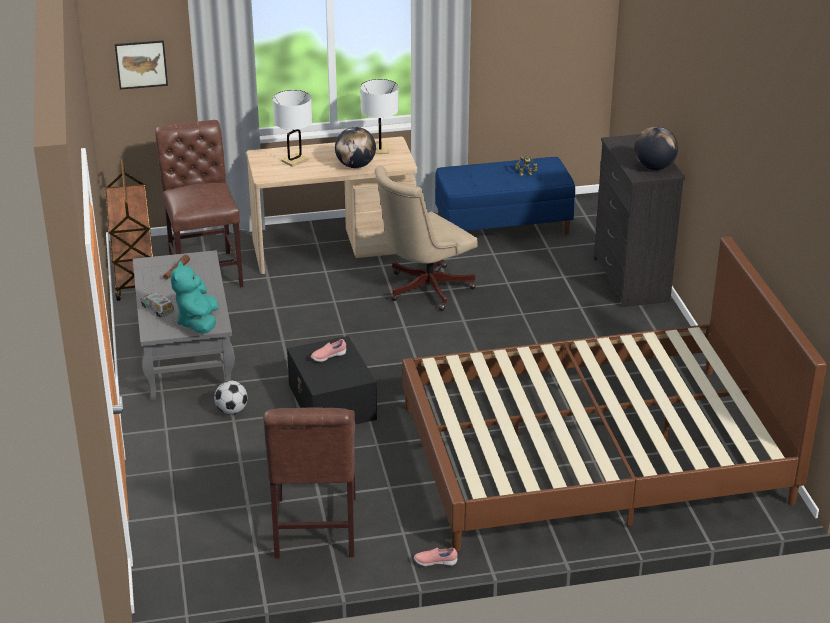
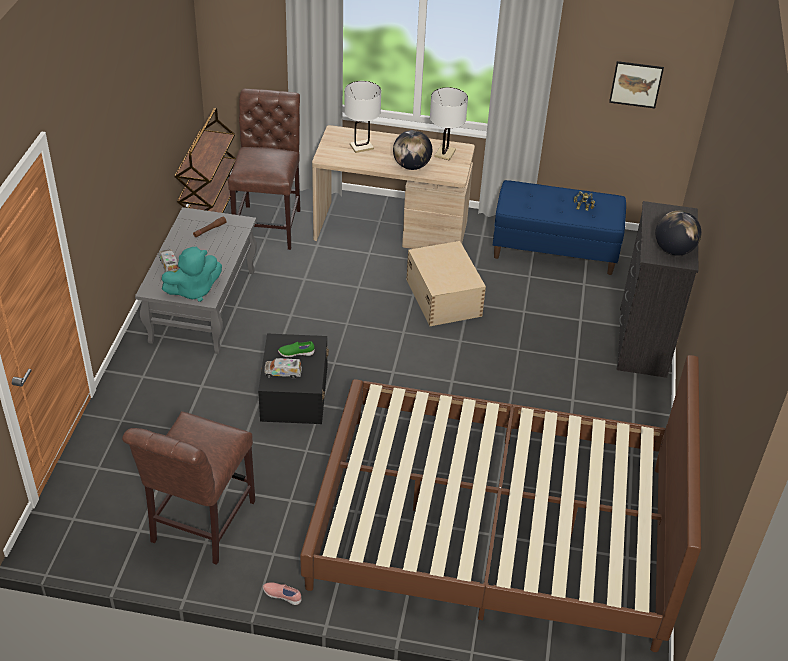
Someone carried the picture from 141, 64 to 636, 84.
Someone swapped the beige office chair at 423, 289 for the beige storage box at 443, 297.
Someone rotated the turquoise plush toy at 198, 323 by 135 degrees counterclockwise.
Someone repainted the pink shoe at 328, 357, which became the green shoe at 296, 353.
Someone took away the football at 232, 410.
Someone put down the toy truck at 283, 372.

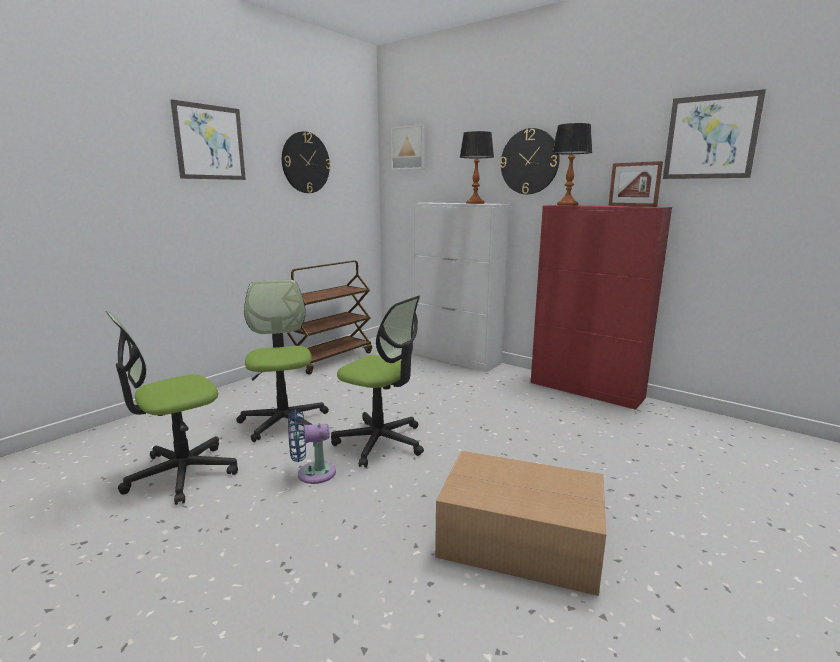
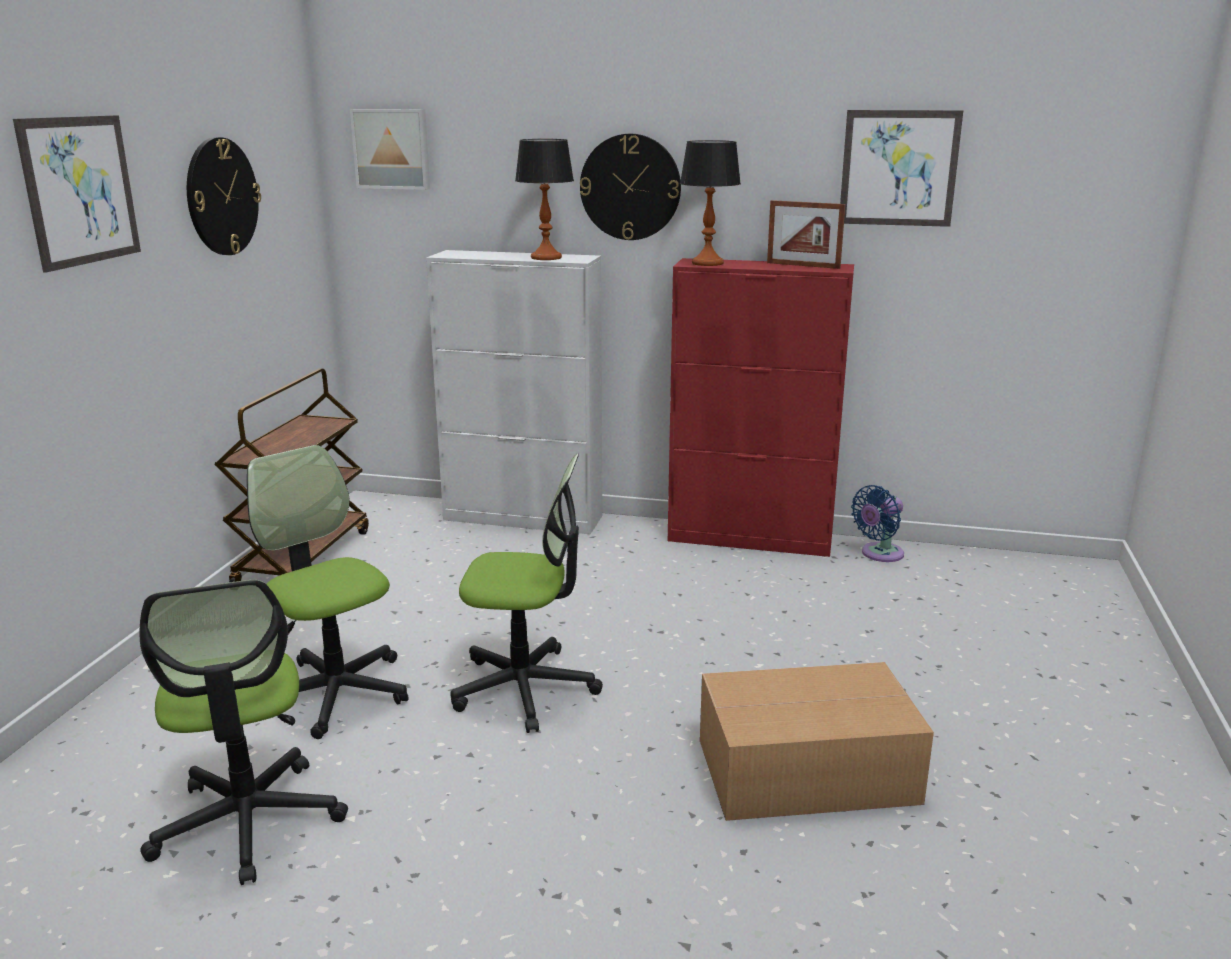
Someone rotated the office chair at 181, 474 by 45 degrees counterclockwise.
Someone carried the blue fan from 312, 473 to 879, 554.

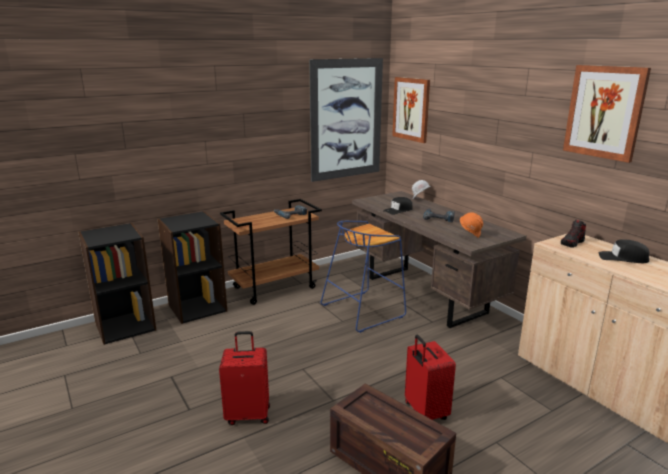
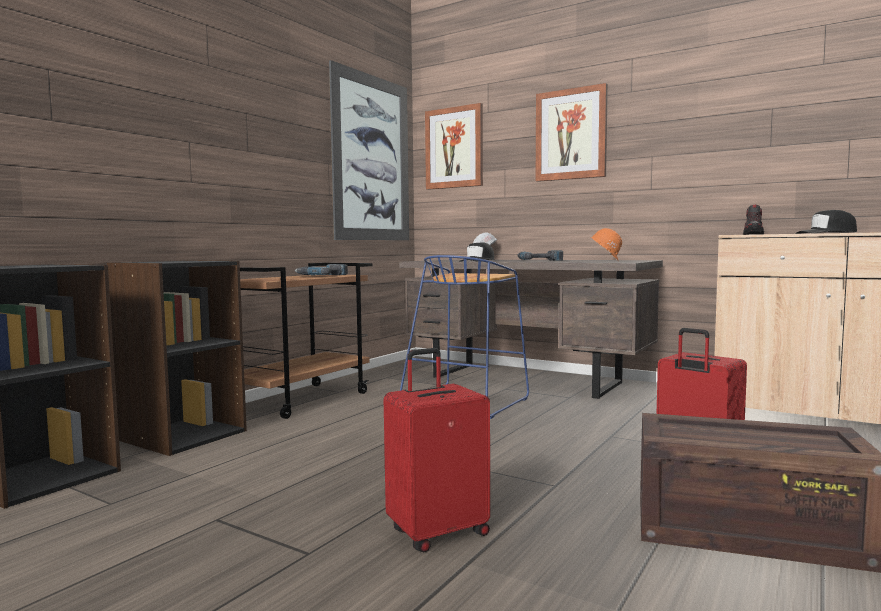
Someone carried the picture from 604, 112 to 571, 134.

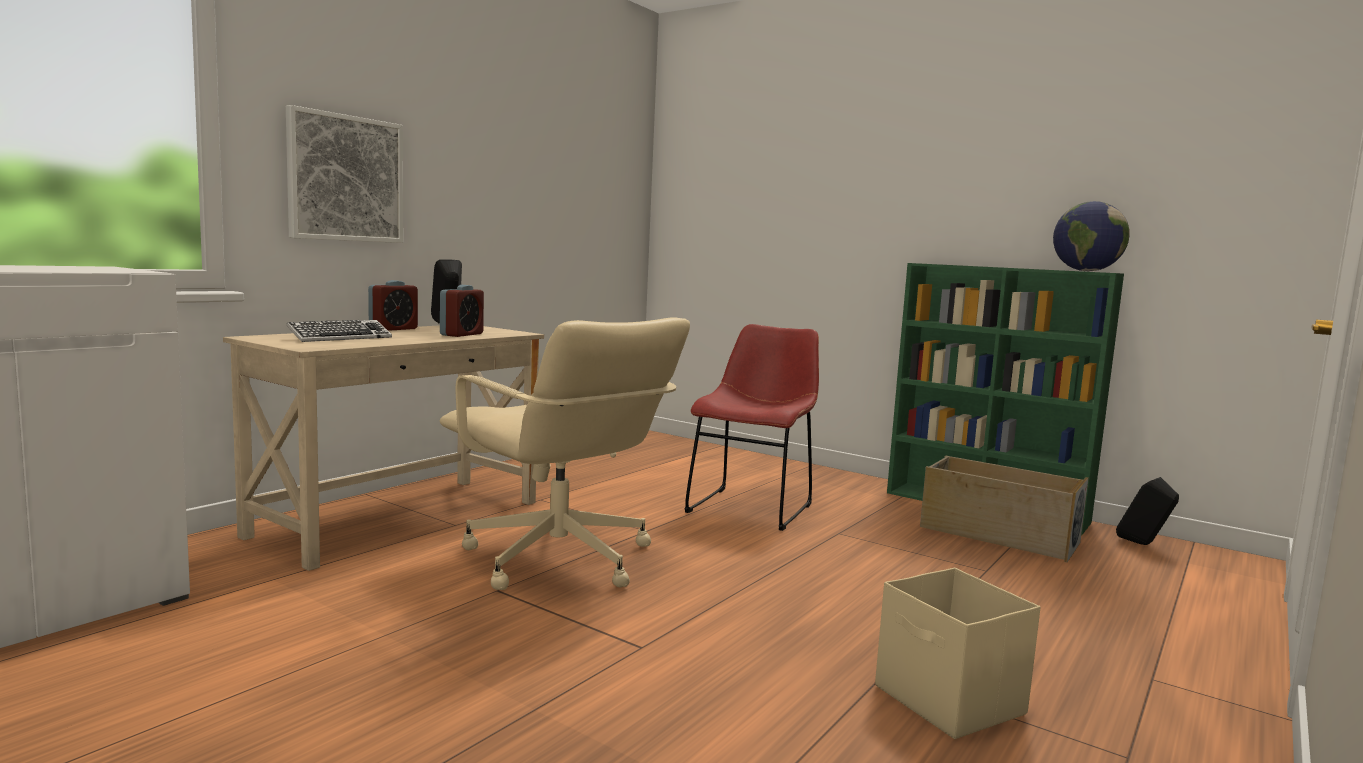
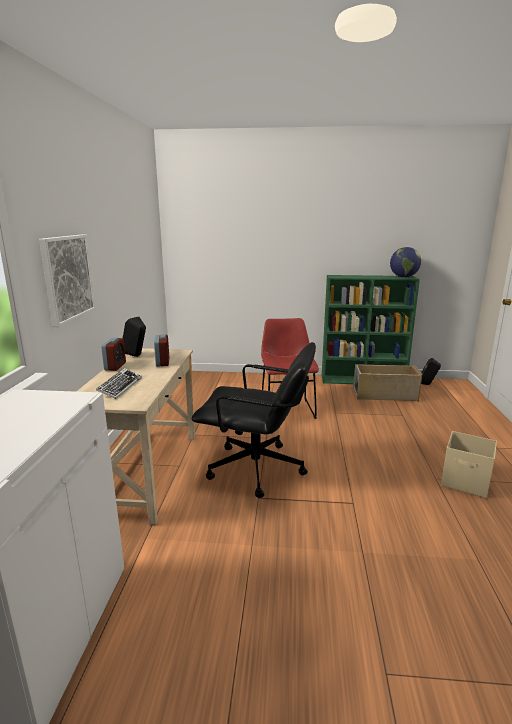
Someone repainted the beige office chair at 558, 560, which became the black office chair at 257, 469.

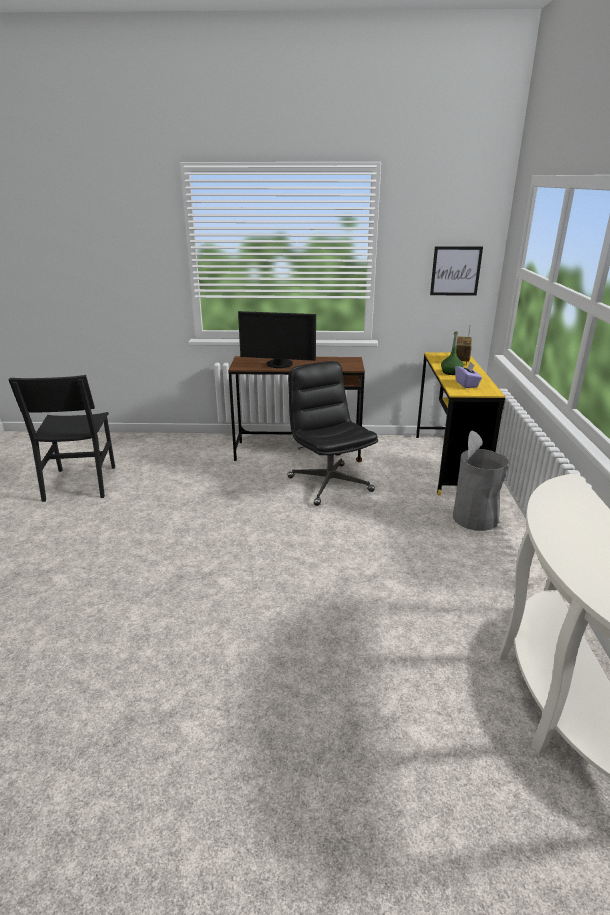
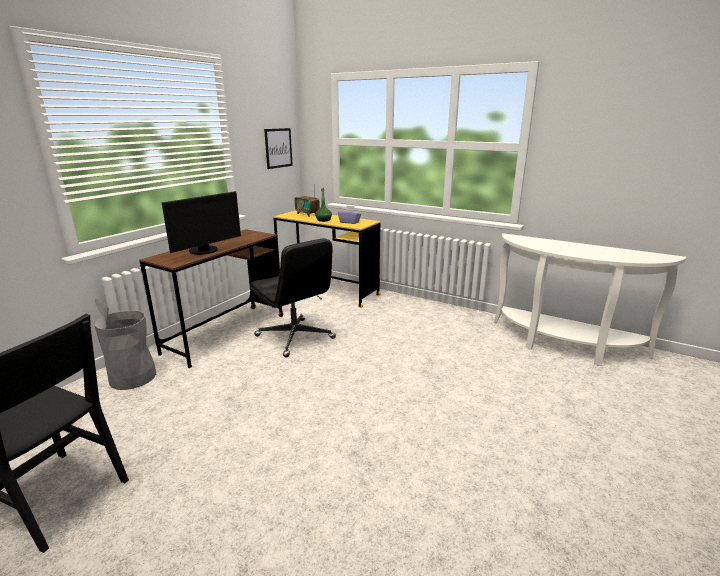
Someone rotated the black office chair at 329, 484 by 135 degrees counterclockwise.
Someone carried the grey trash can from 475, 518 to 133, 377.

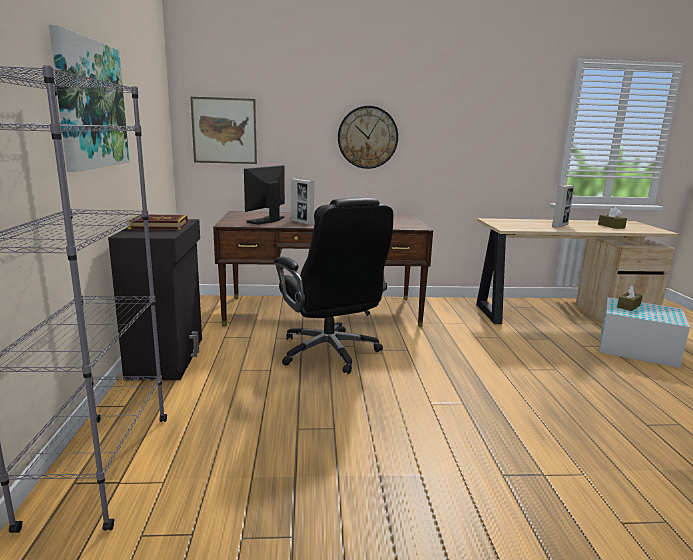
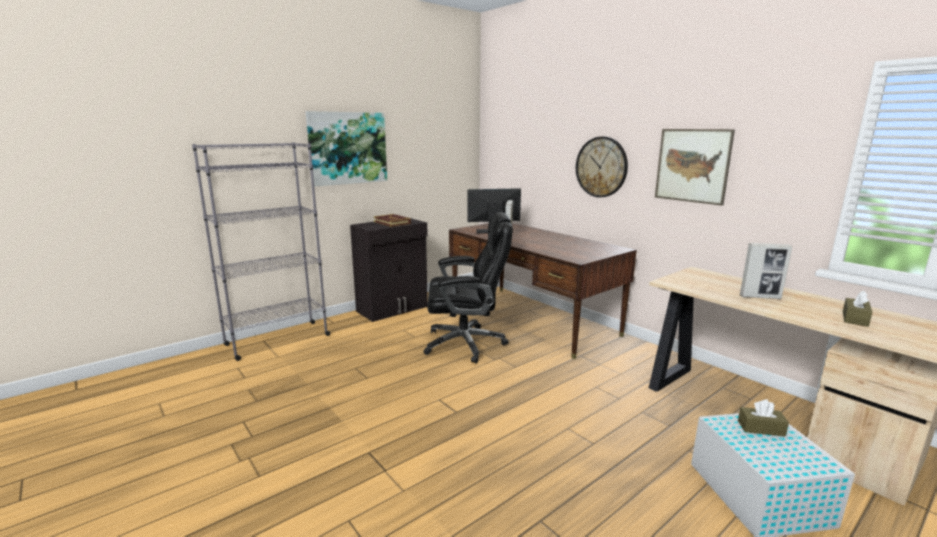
Someone carried the picture from 224, 131 to 692, 165.
Someone rotated the black office chair at 330, 352 by 120 degrees counterclockwise.

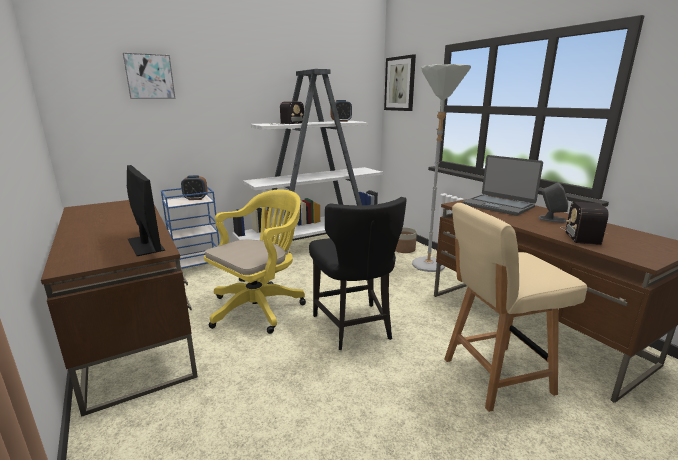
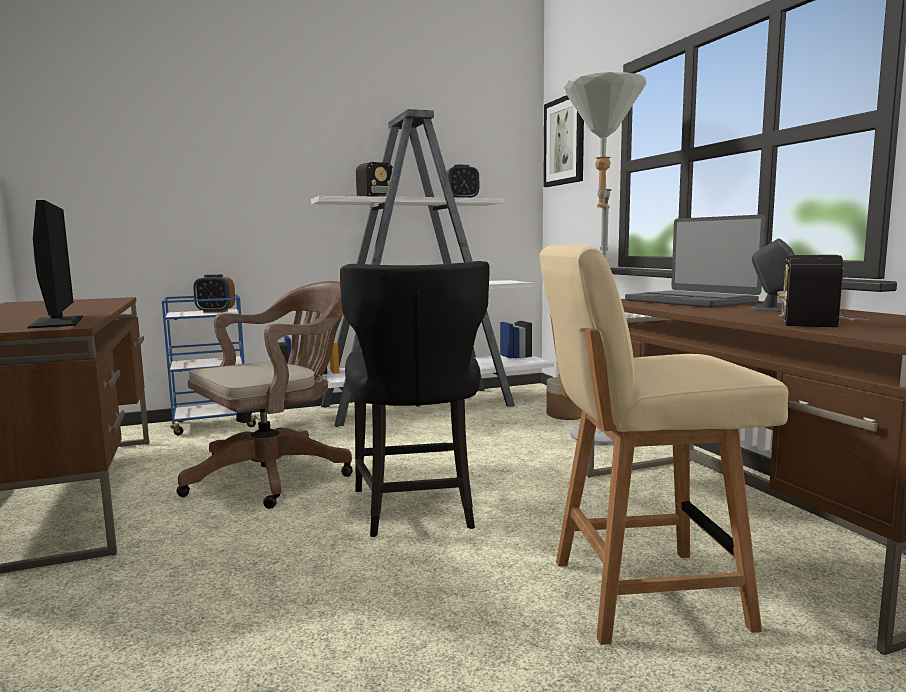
Someone took away the picture at 149, 76.
Someone repainted the yellow office chair at 260, 306, which became the brown office chair at 276, 475.

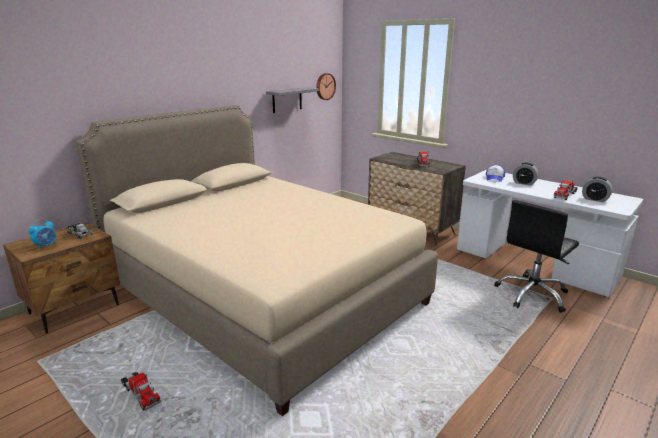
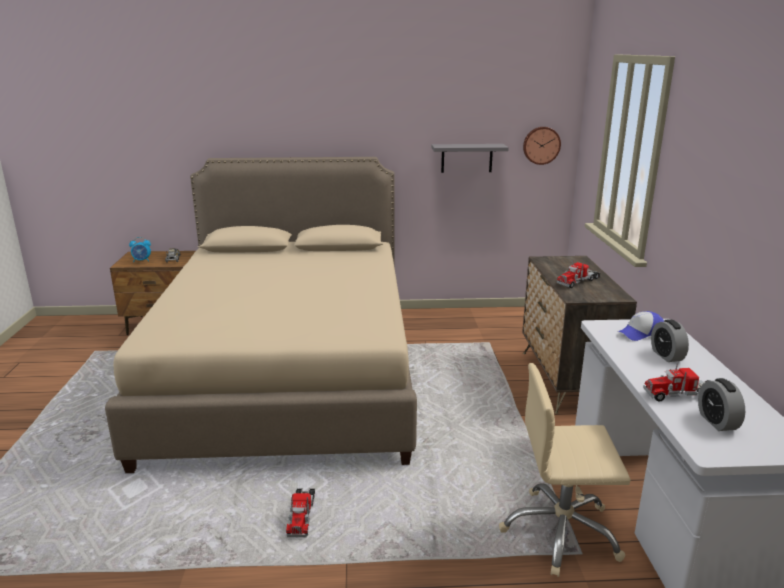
Someone repainted the black office chair at 532, 294, which became the beige office chair at 561, 532.
Someone carried the toy truck from 140, 393 to 301, 515.

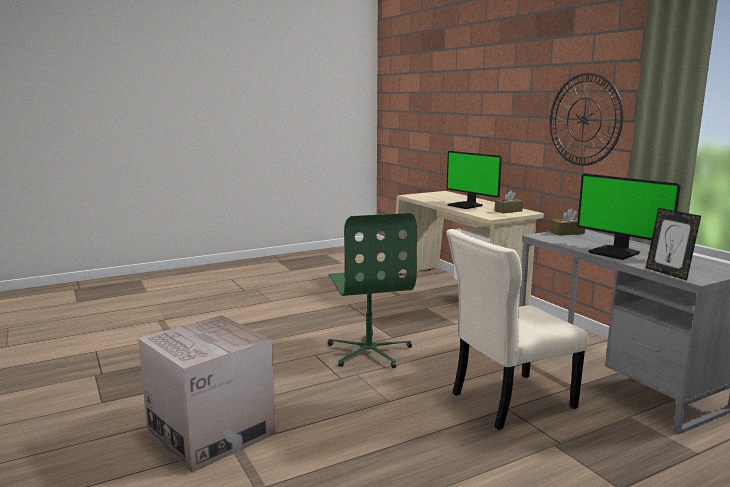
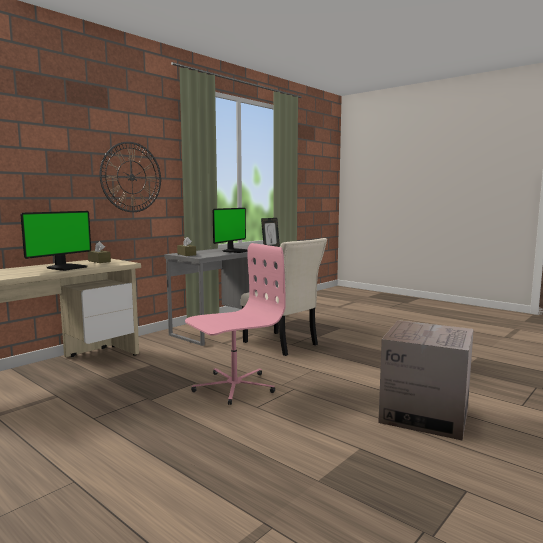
Someone repainted the green office chair at 369, 351, which became the pink office chair at 233, 386.

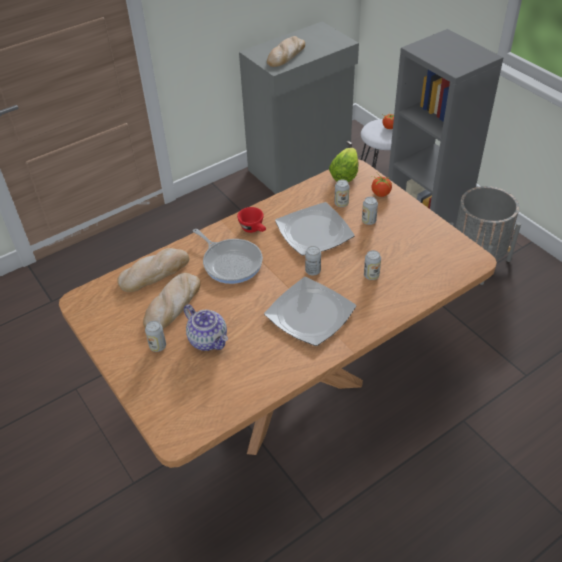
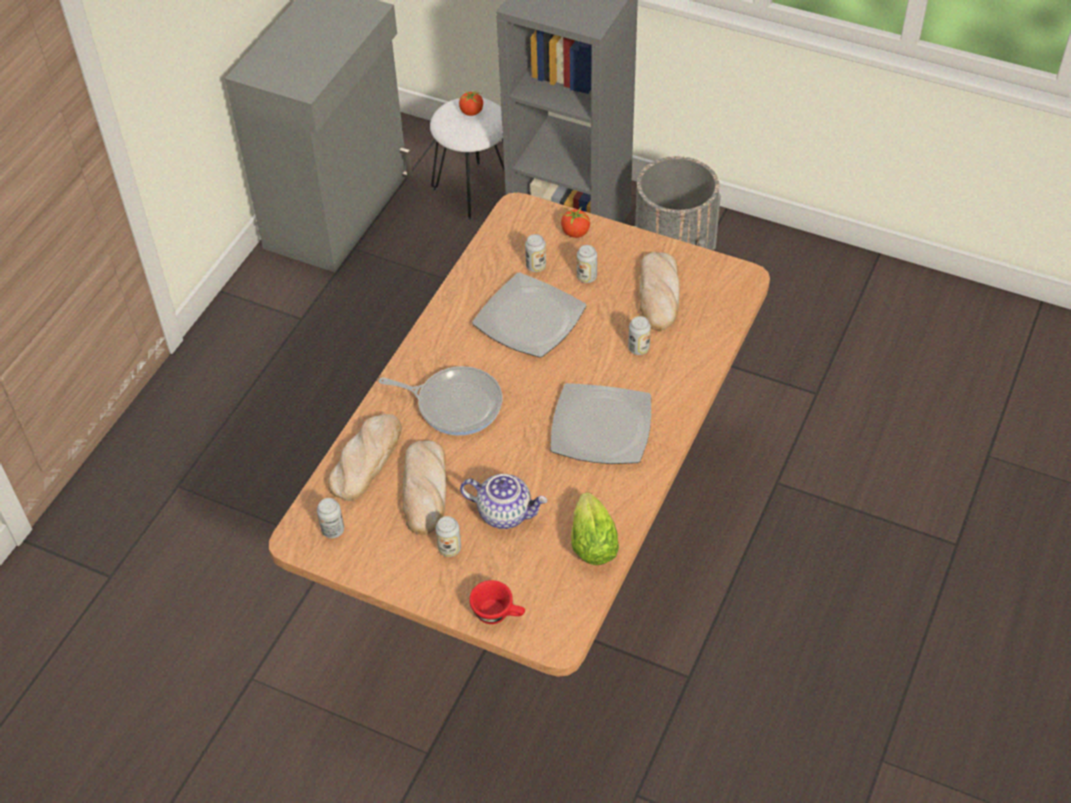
Someone carried the bread from 286, 55 to 659, 294.
Someone carried the lettuce from 345, 174 to 592, 540.
Someone carried the red cup from 254, 229 to 498, 613.
Someone carried the can from 313, 271 to 333, 530.

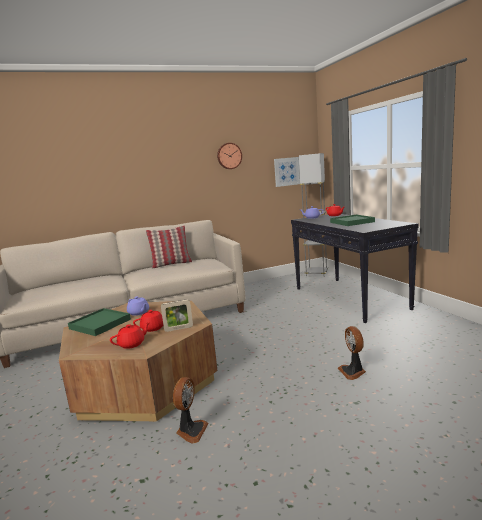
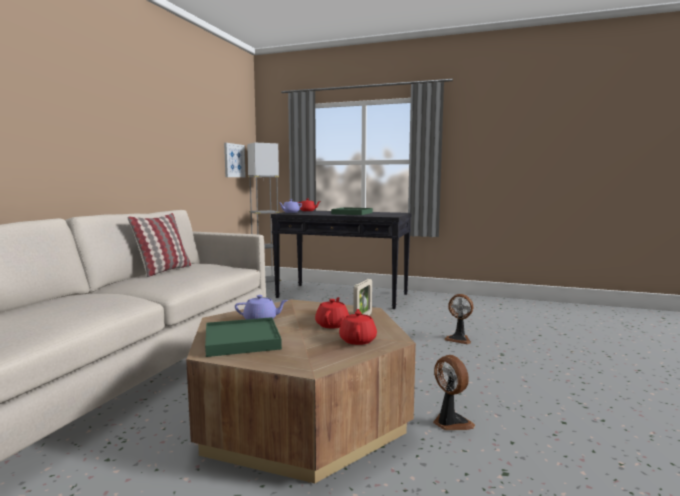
Someone took away the wall clock at 229, 156.

